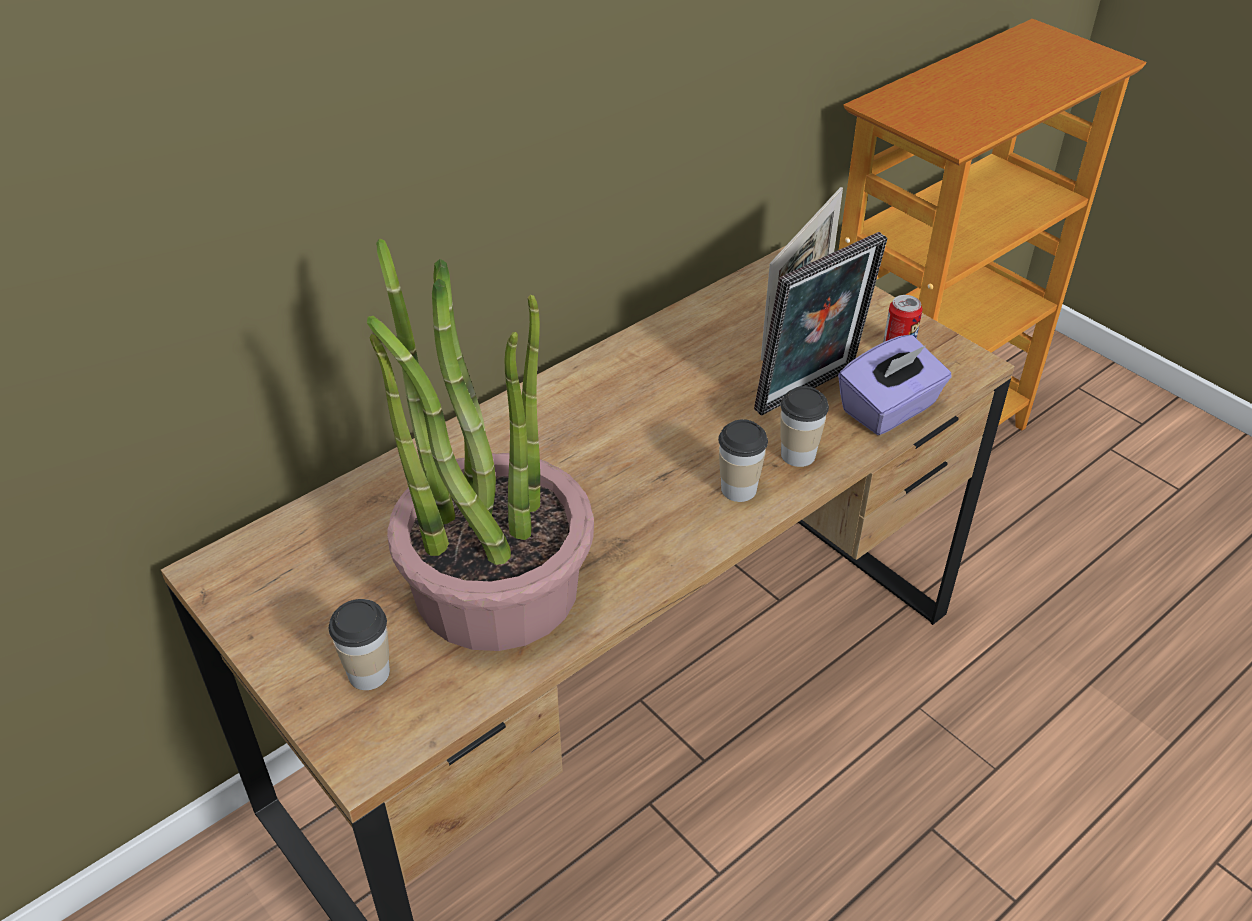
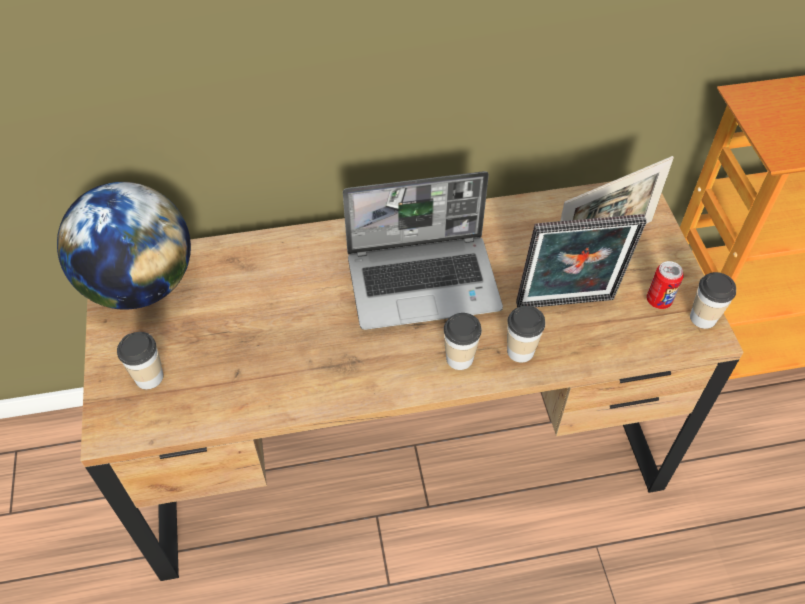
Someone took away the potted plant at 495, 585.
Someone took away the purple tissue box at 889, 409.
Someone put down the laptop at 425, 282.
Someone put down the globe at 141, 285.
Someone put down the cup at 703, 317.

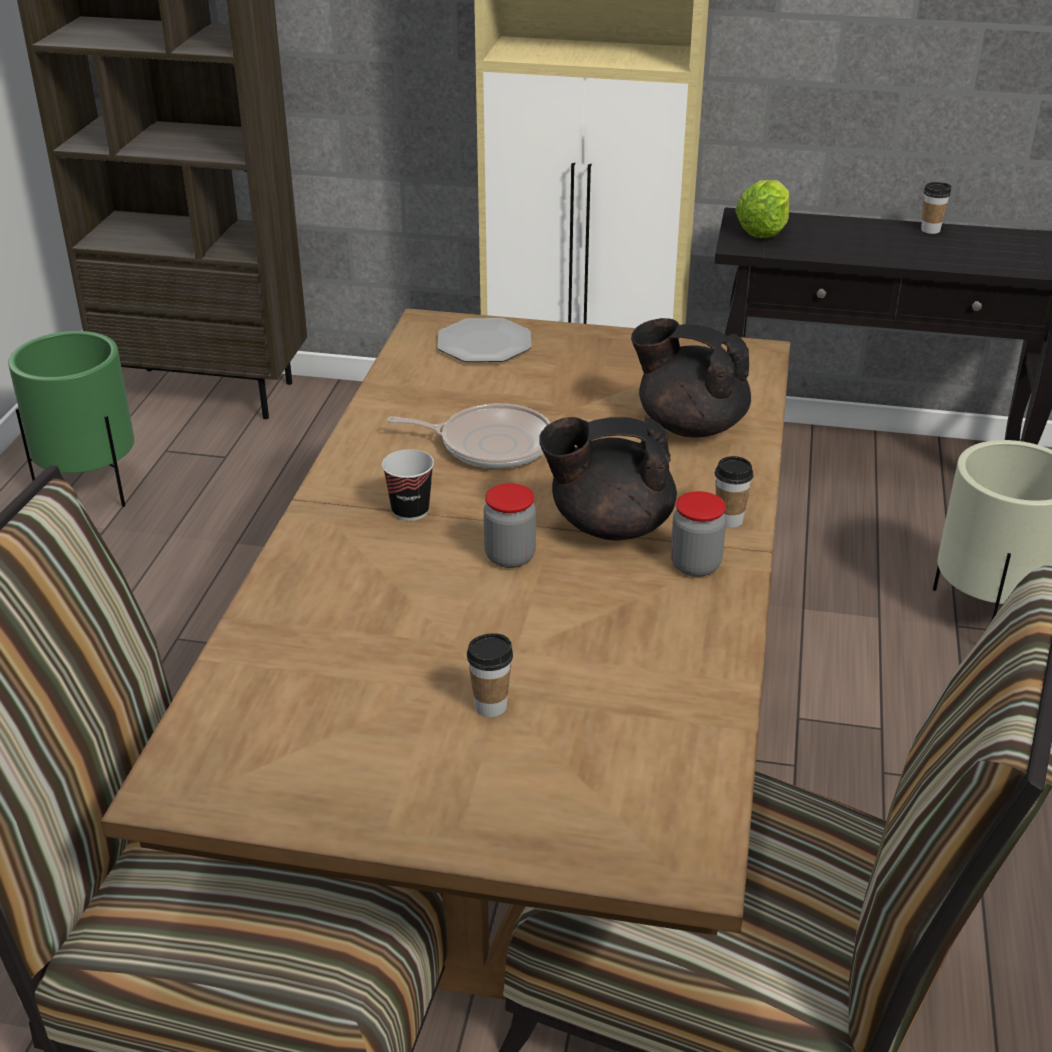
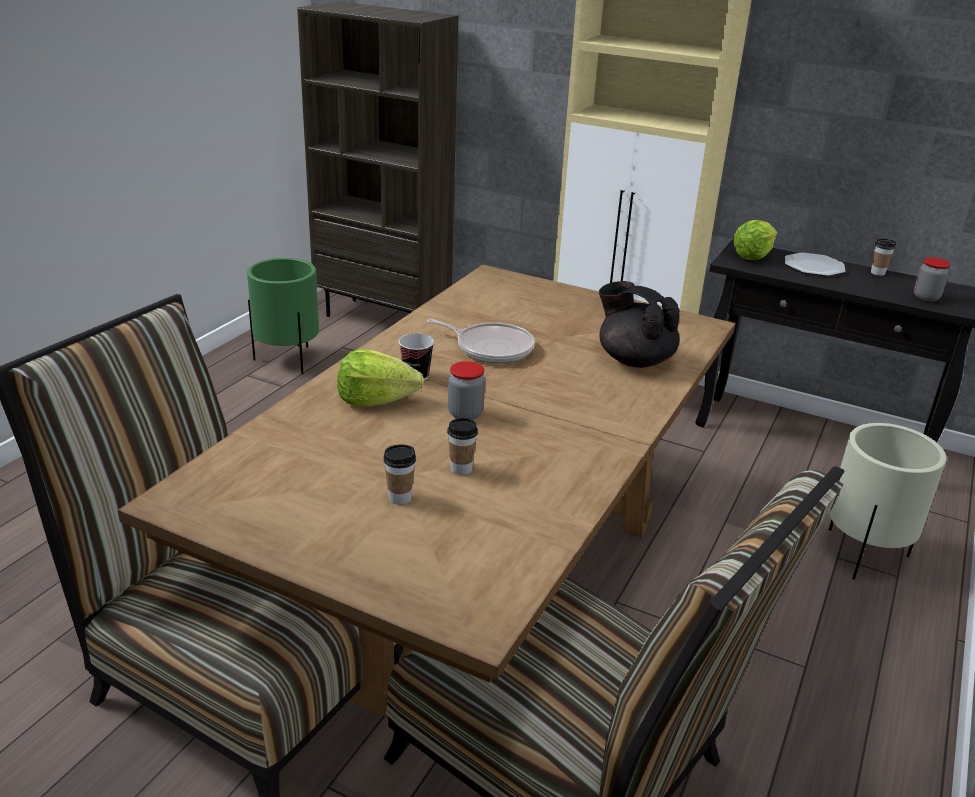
Someone carried the plate from 484, 344 to 813, 266.
Someone took away the black teapot at 609, 525.
Someone carried the cup from 729, 520 to 461, 469.
Someone carried the jar from 695, 565 to 926, 297.
Someone put down the lettuce at 375, 400.

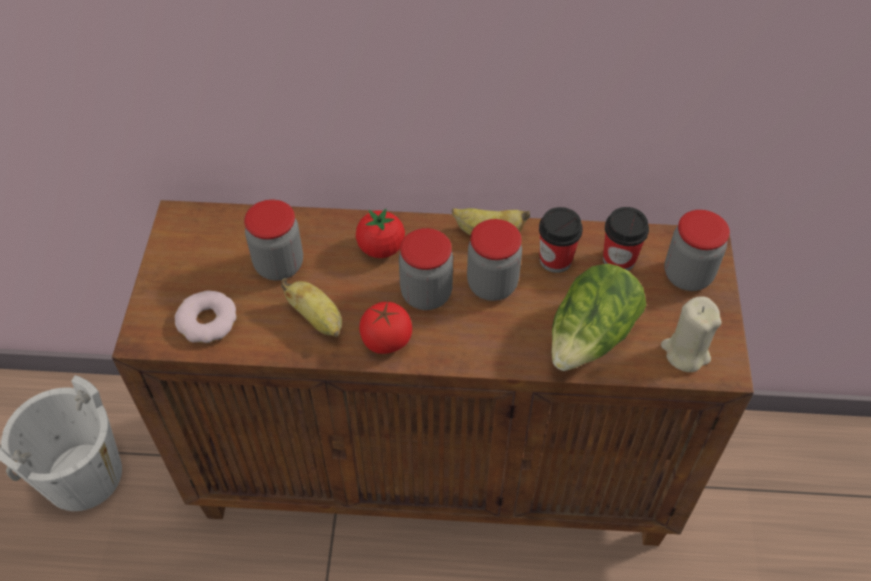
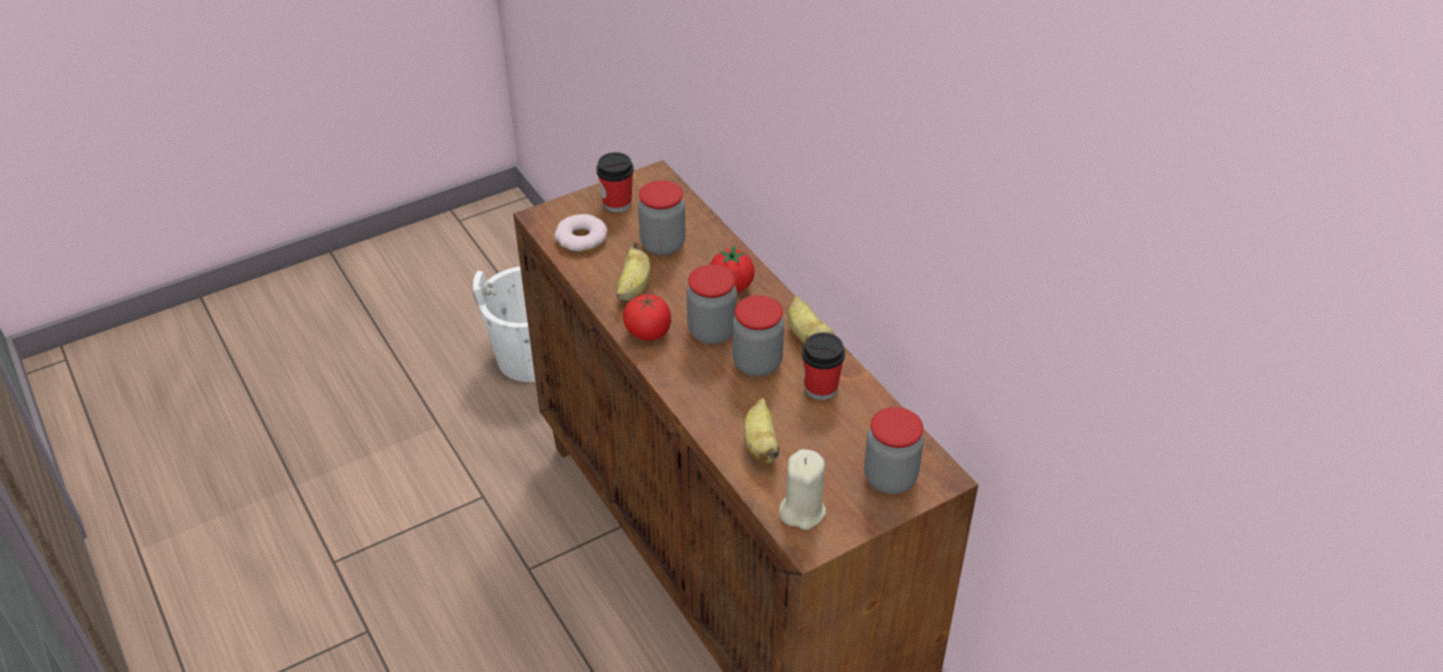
Someone carried the cup from 619, 259 to 617, 203.
Someone swapped the lettuce at 591, 337 for the banana at 761, 445.

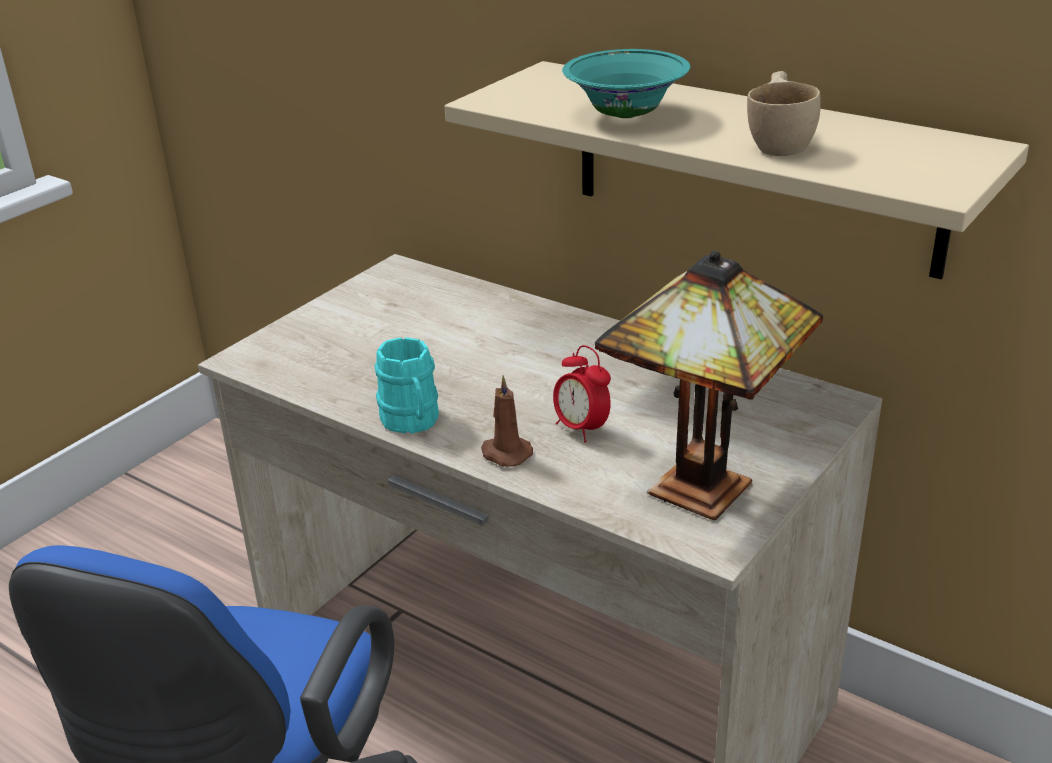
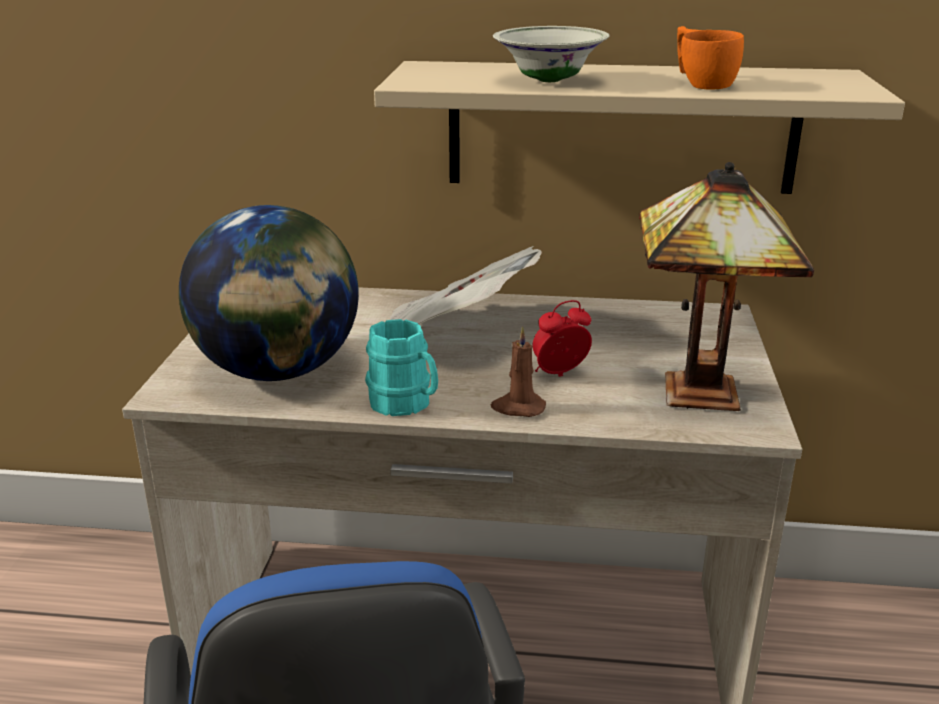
Someone repainted the turquoise bowl at 626, 115, which became the white bowl at 549, 81.
Someone repainted the beige cup at 781, 142, which became the orange cup at 702, 83.
Someone rotated the alarm clock at 581, 429 by 135 degrees clockwise.
Someone put down the globe at 278, 371.
Someone put down the newspaper at 455, 333.

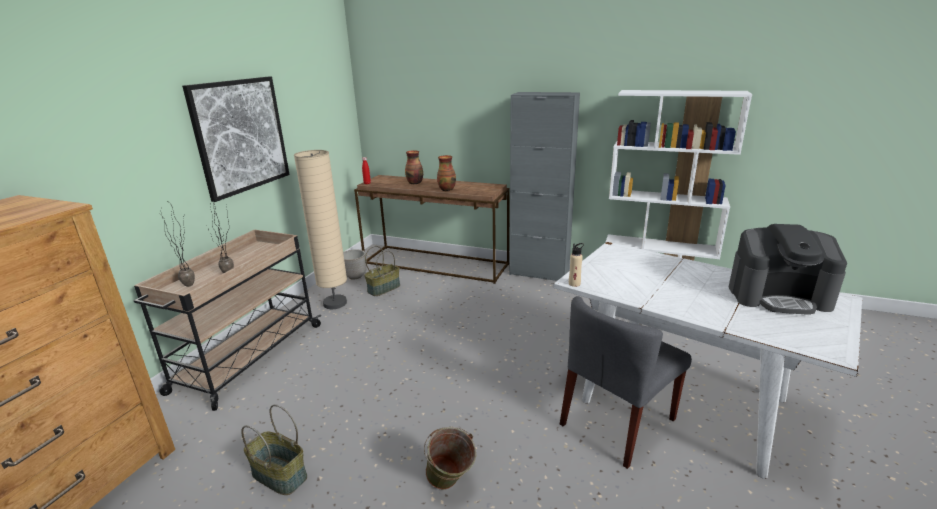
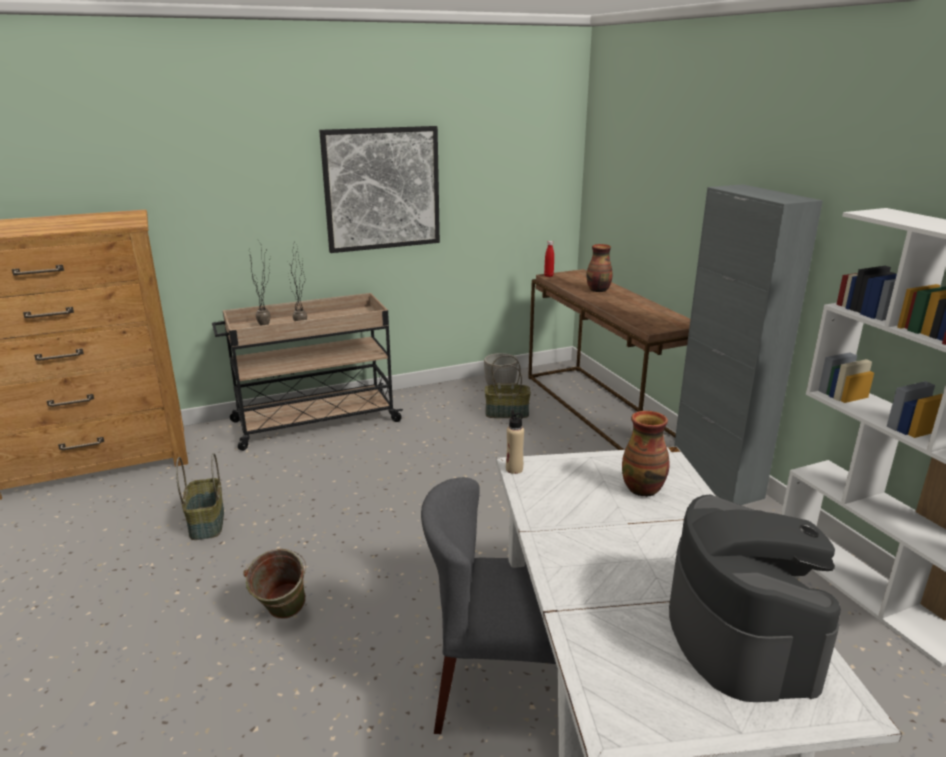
Someone took away the beige floor lamp at 335, 303.
Someone carried the vase from 447, 189 to 643, 489.
Someone rotated the coffee machine at 778, 296 by 150 degrees counterclockwise.

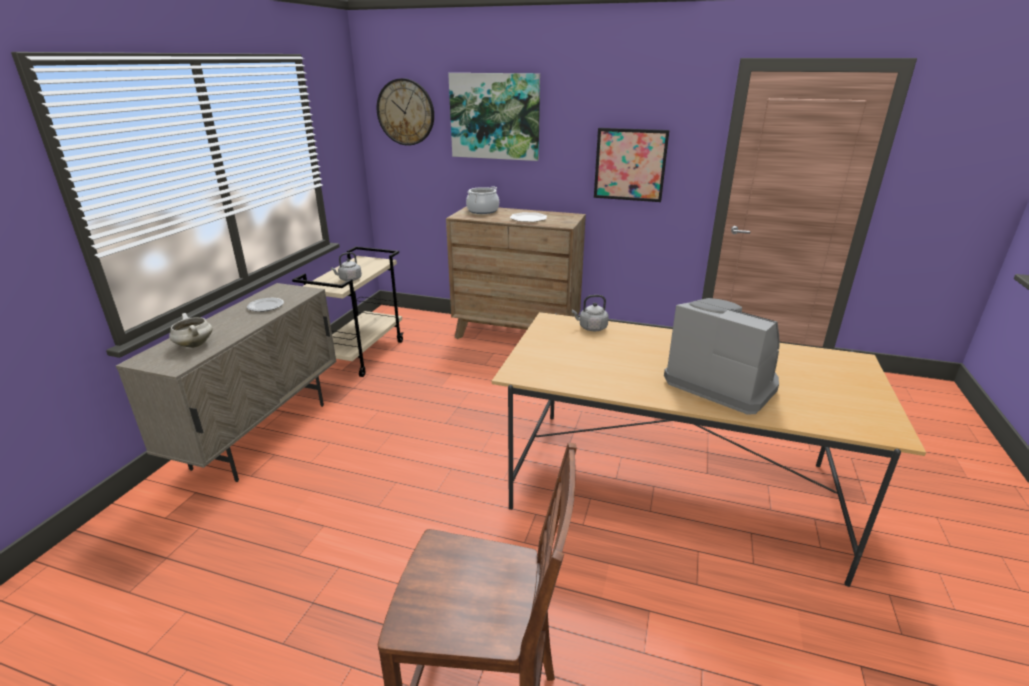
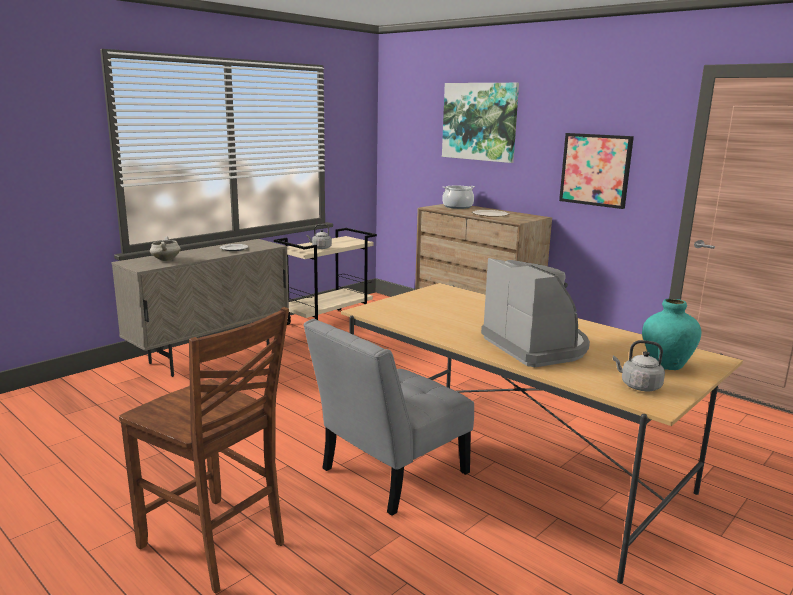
Someone took away the wall clock at 405, 112.
Someone carried the grey kettle from 591, 328 to 638, 386.
Someone put down the turquoise vase at 666, 365.
Someone put down the grey chair at 388, 474.

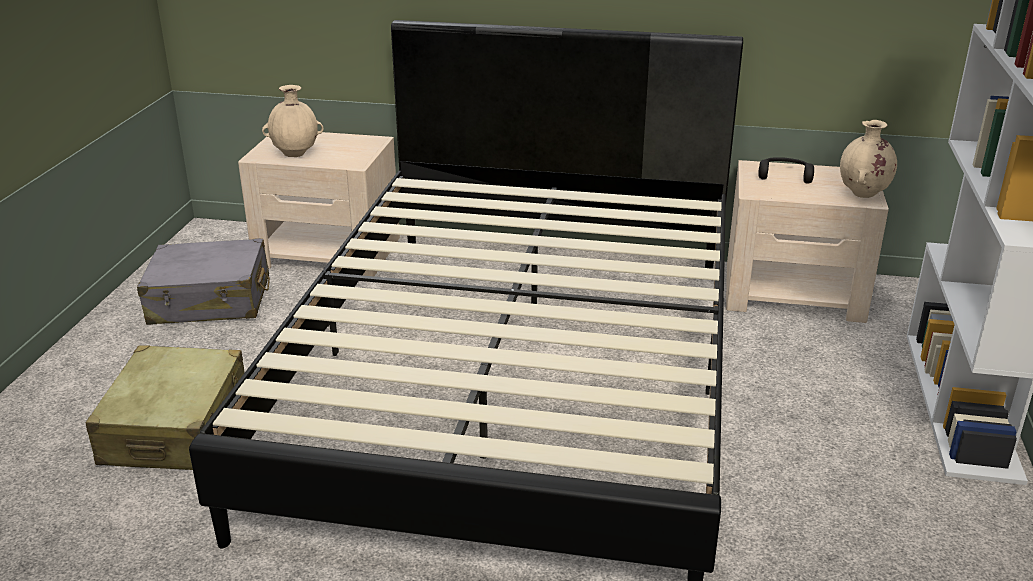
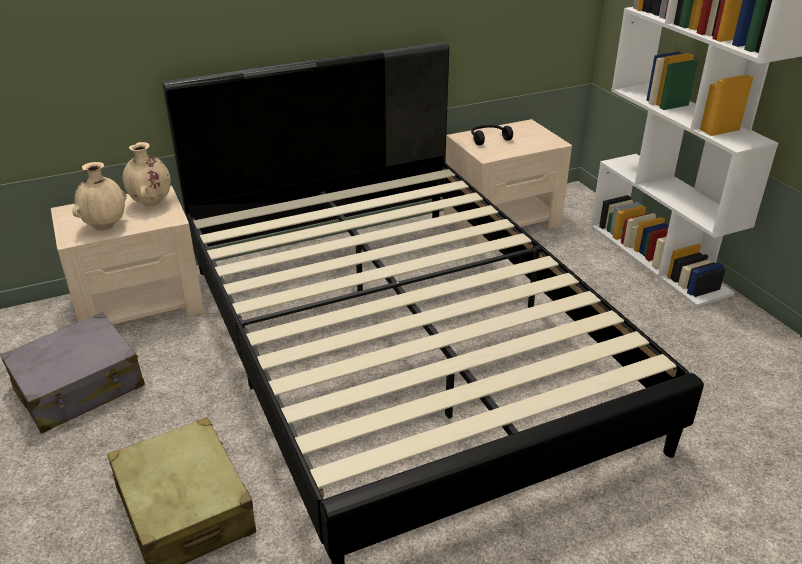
Someone carried the beige vase from 863, 195 to 151, 203.

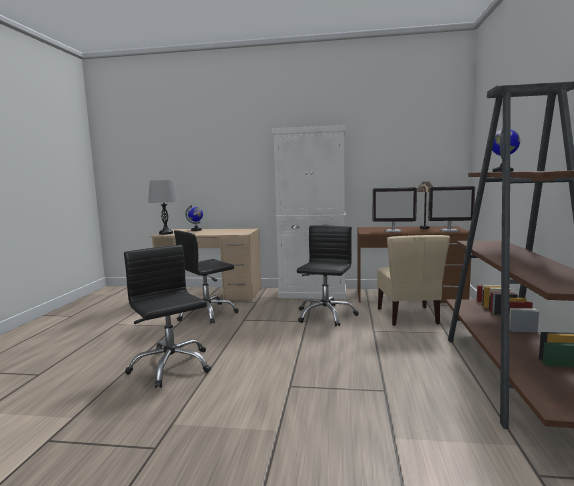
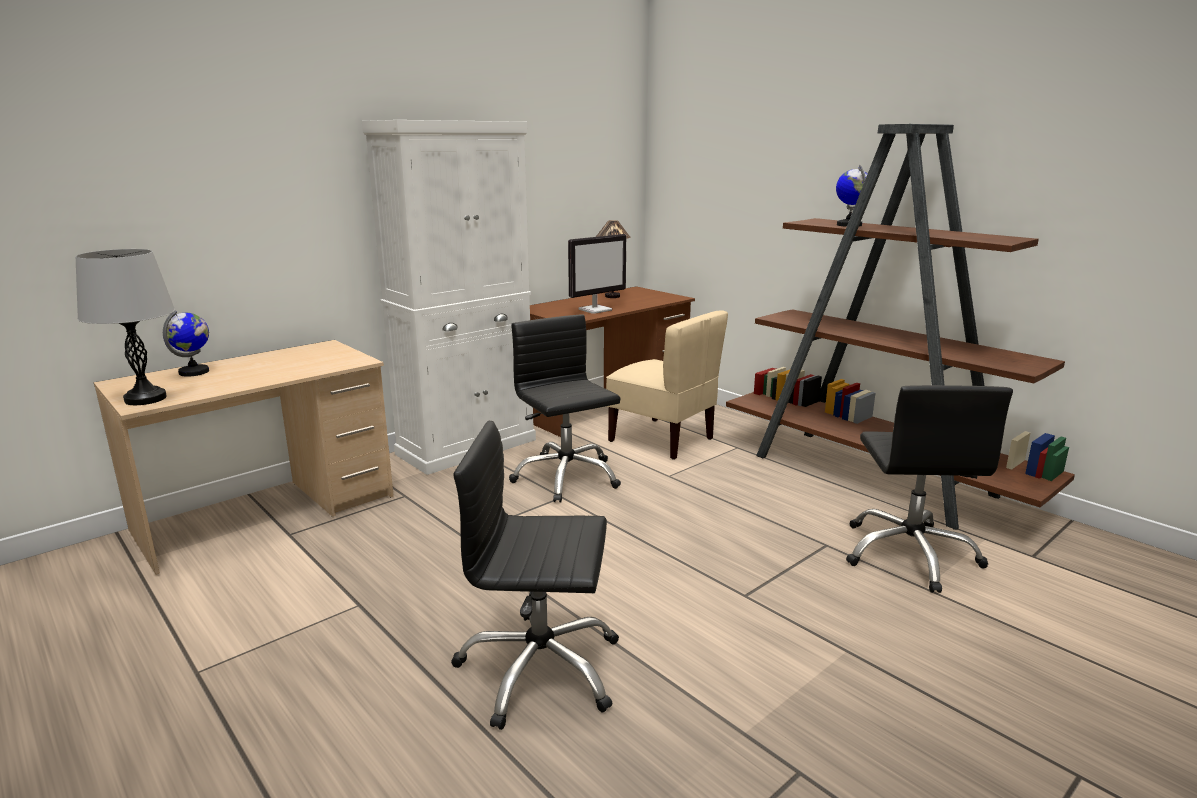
Someone took away the monitor at 449, 231.
Someone carried the black office chair from 207, 314 to 910, 554.

